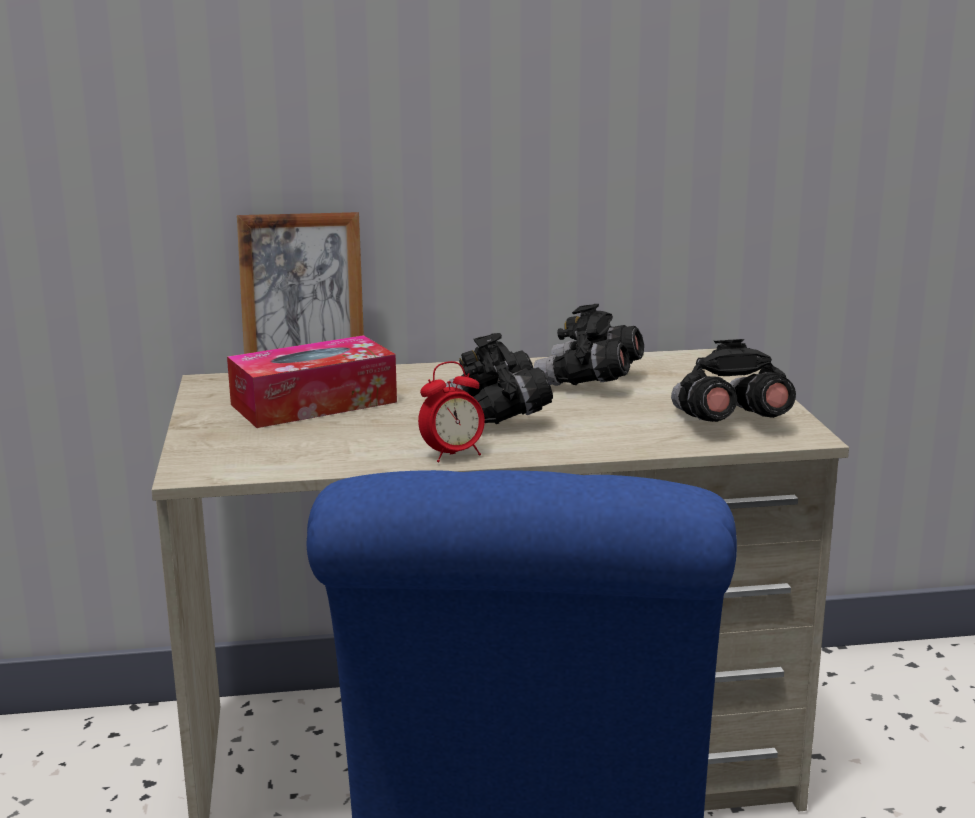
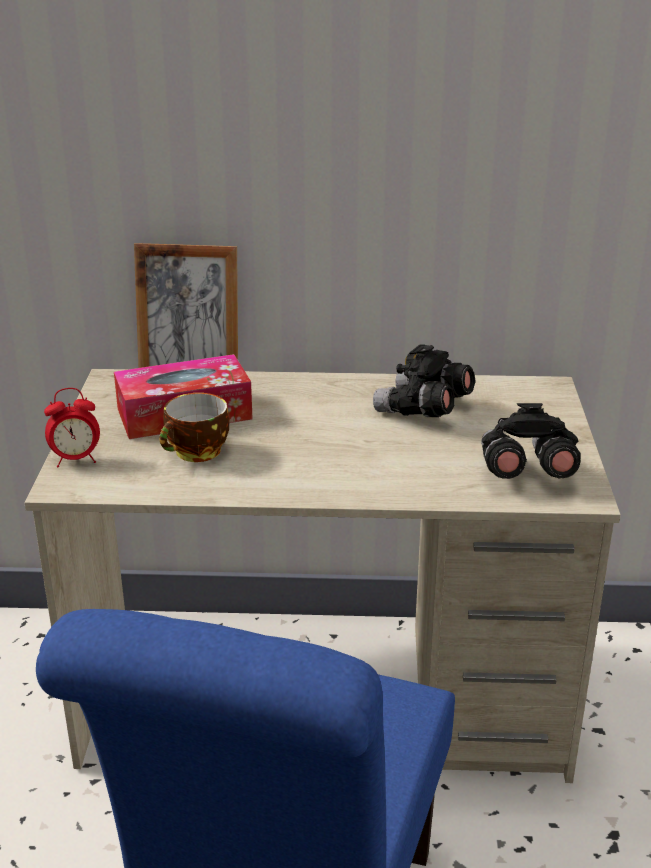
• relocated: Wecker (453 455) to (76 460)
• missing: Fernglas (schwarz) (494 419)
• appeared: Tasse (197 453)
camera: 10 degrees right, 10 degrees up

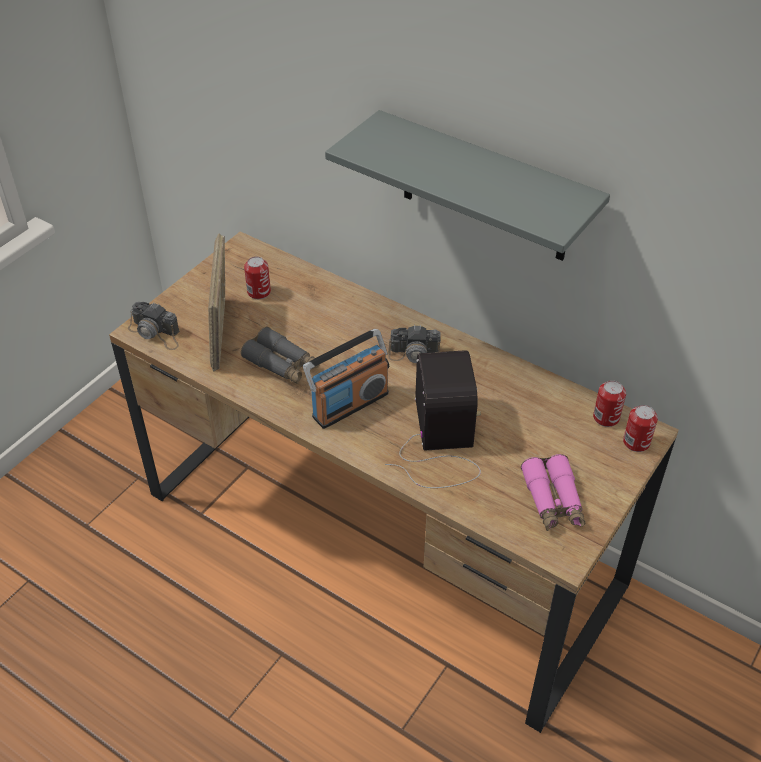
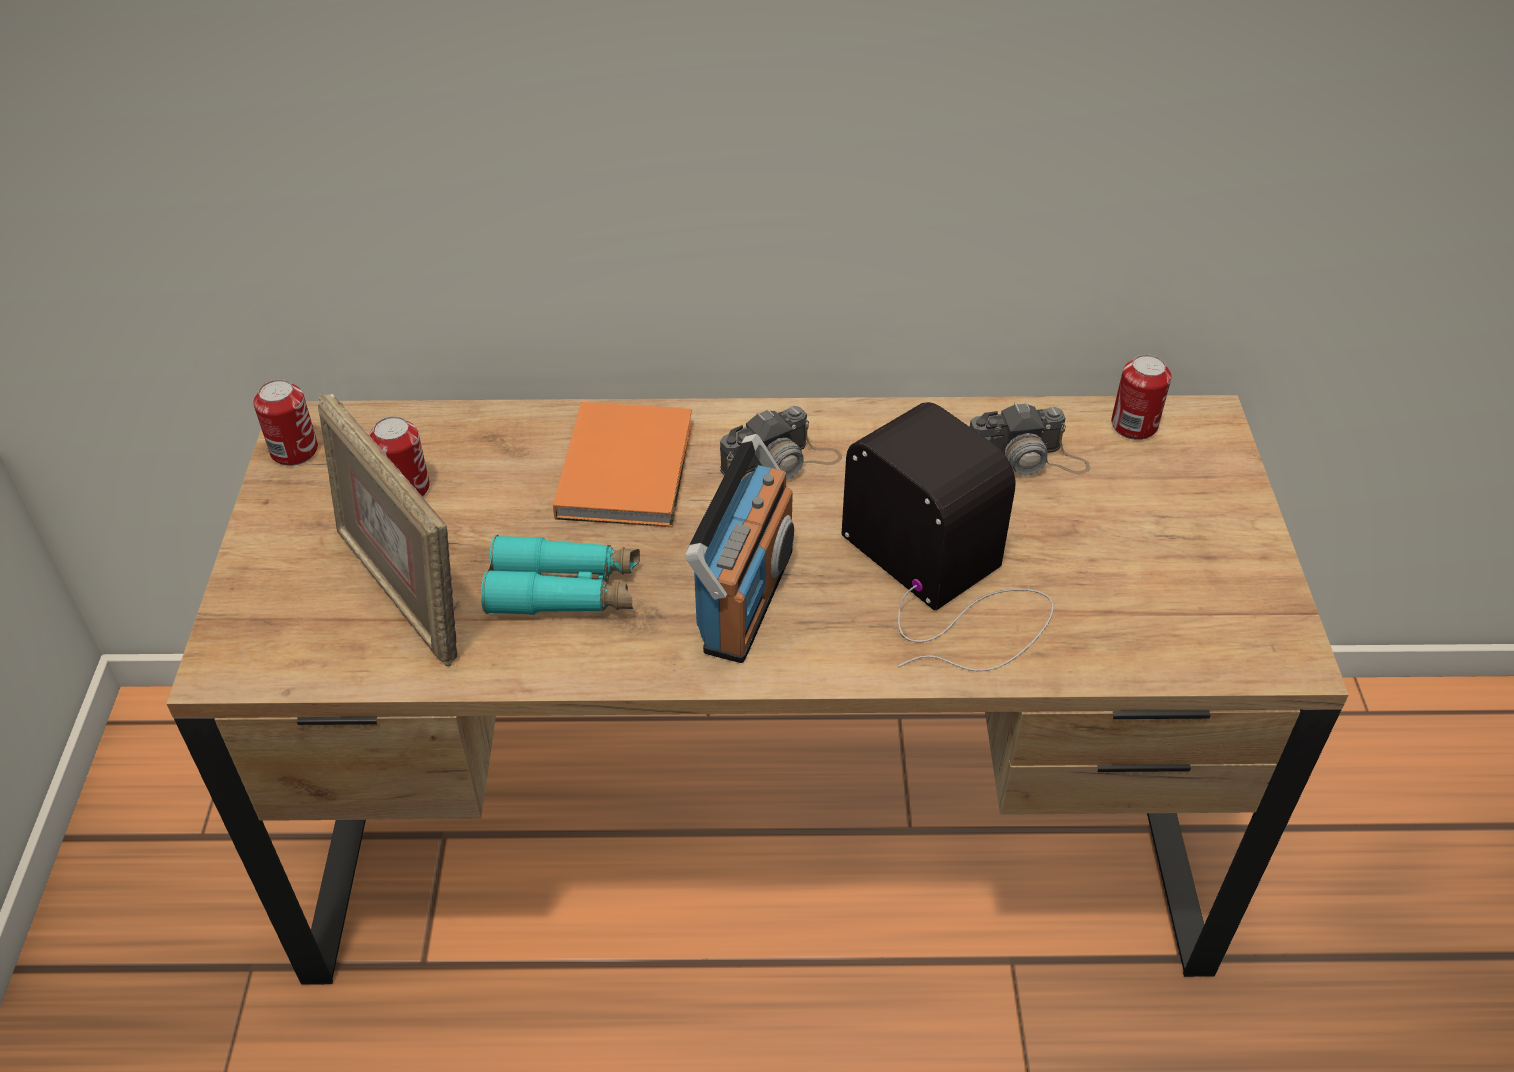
• relocated: Kamera (156 333) to (1026 460)
• colour: Fernglas (grau) (282 364) to Fernglas (türkis) (564 591)
• missing: Wandregal (grau) (485 189)
• missing: Fernglas (rosa) (553 500)
• relocated: Dose (636 442) to (294 451)
• appeared: Buch (orange) (629 466)
camera: 35 degrees left, 0 degrees up

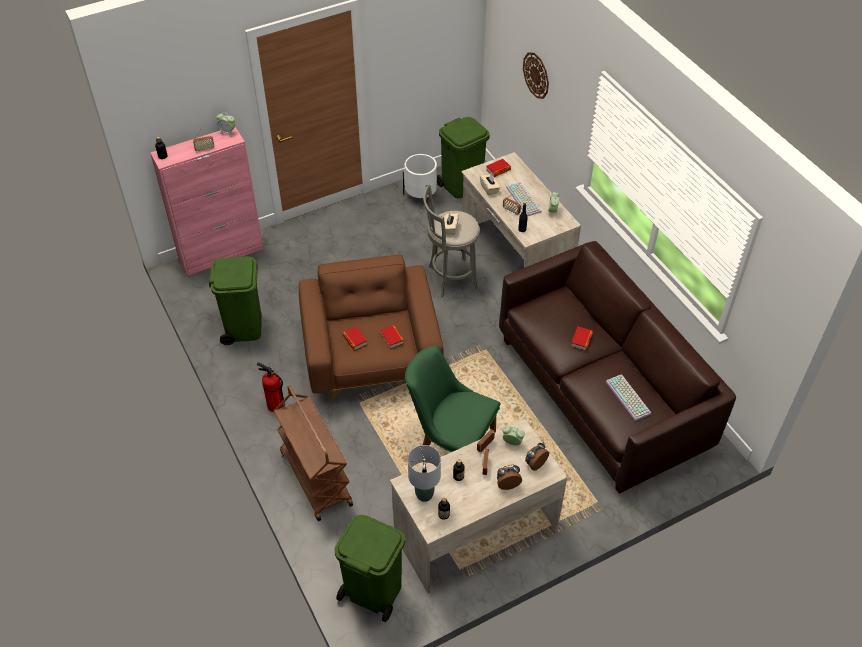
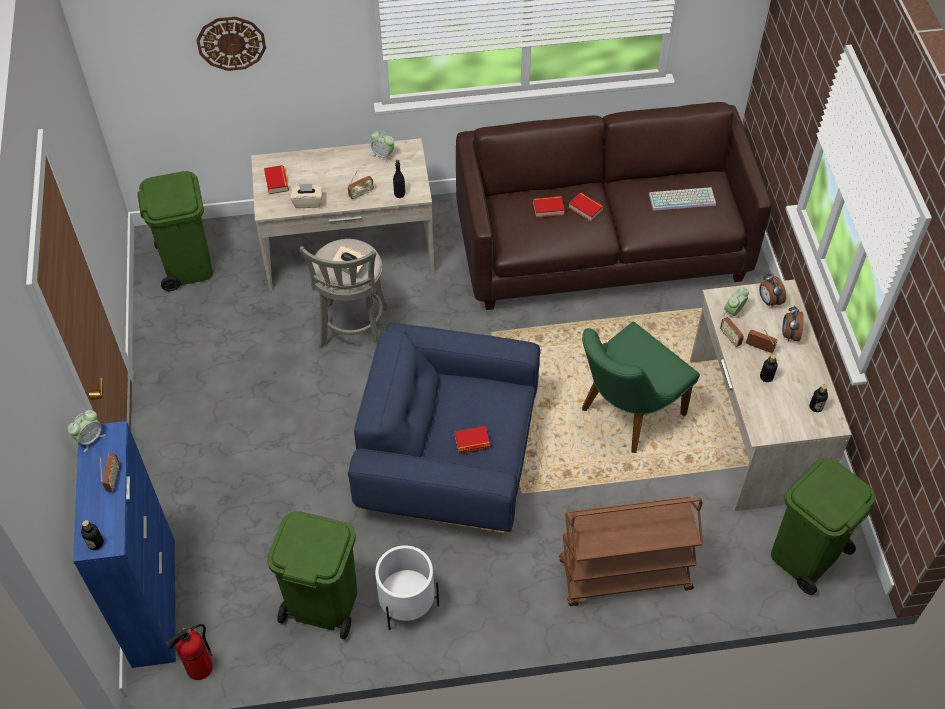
• colour: Schrank (rosa) (222 254) to Schrank (blau) (154 601)
• relocated: Feuerlöscher (275 405) to (199 668)
• colour: Sessel (braun) (371 356) to Sessel (blau) (448 458)
• relocated: Buch (392 338) to (548 209)
• relocated: Pflanzkübel (weiß) (421 197) to (407 604)
• missing: Tischlampe (grau) (424 495)
• missing: Tastatur (524 199)
camera: 70 degrees left, 5 degrees up

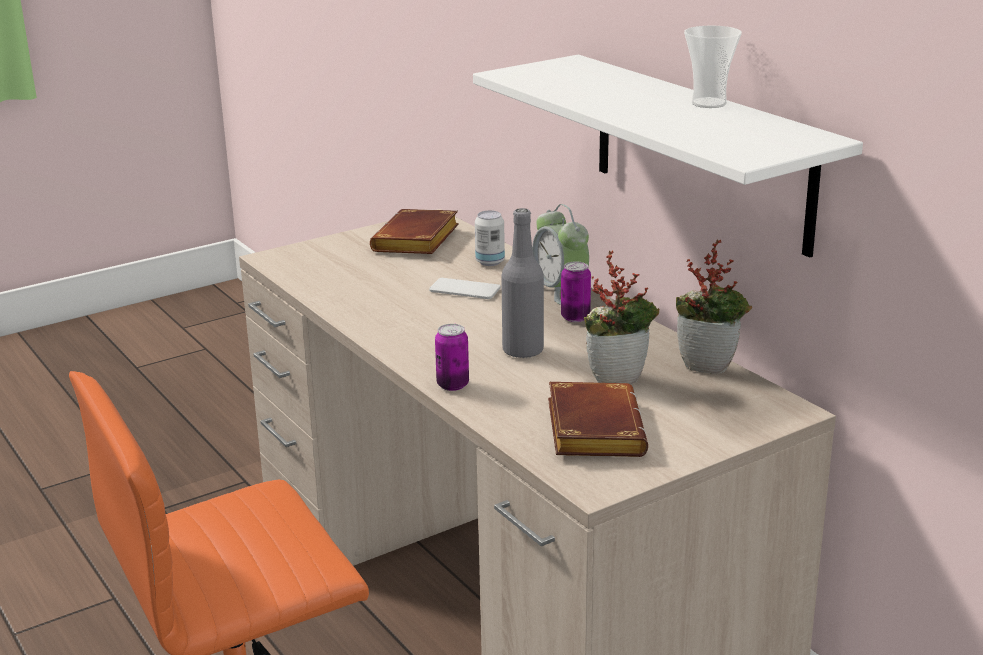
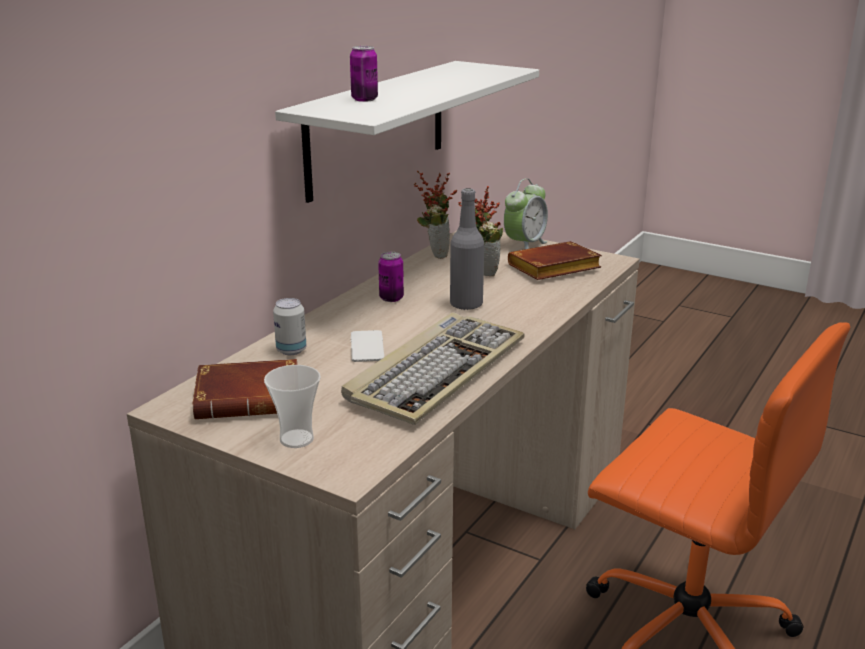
• relocated: Dose (452 385) to (364 99)
• relocated: Wecker (559 290) to (524 245)
• relocated: Tasse (709 103) to (296 439)
• appeared: Tastatur (436 371)
camera: 115 degrees left, 0 degrees up

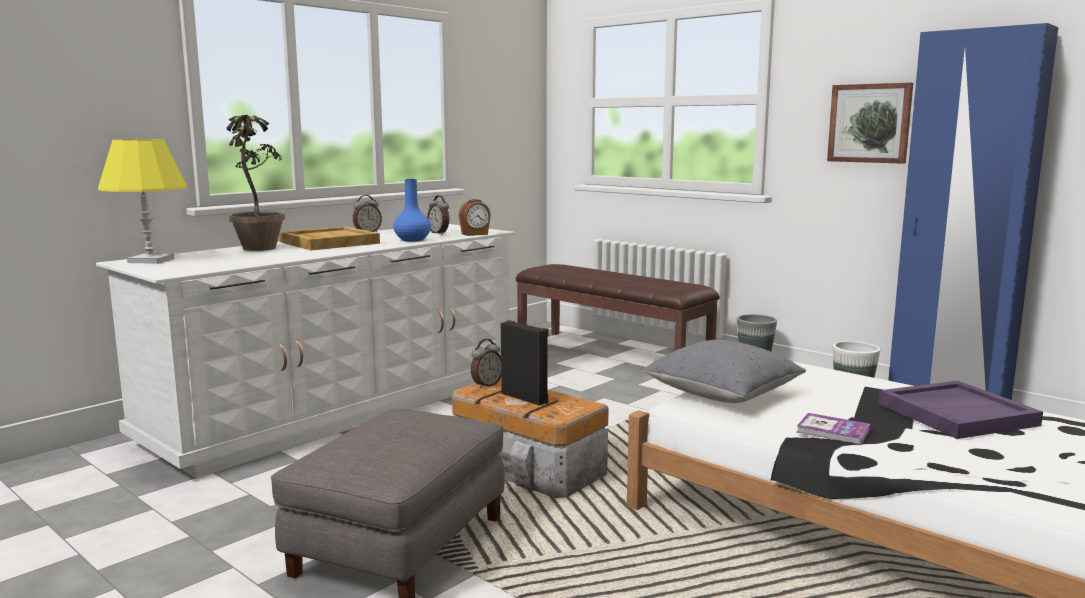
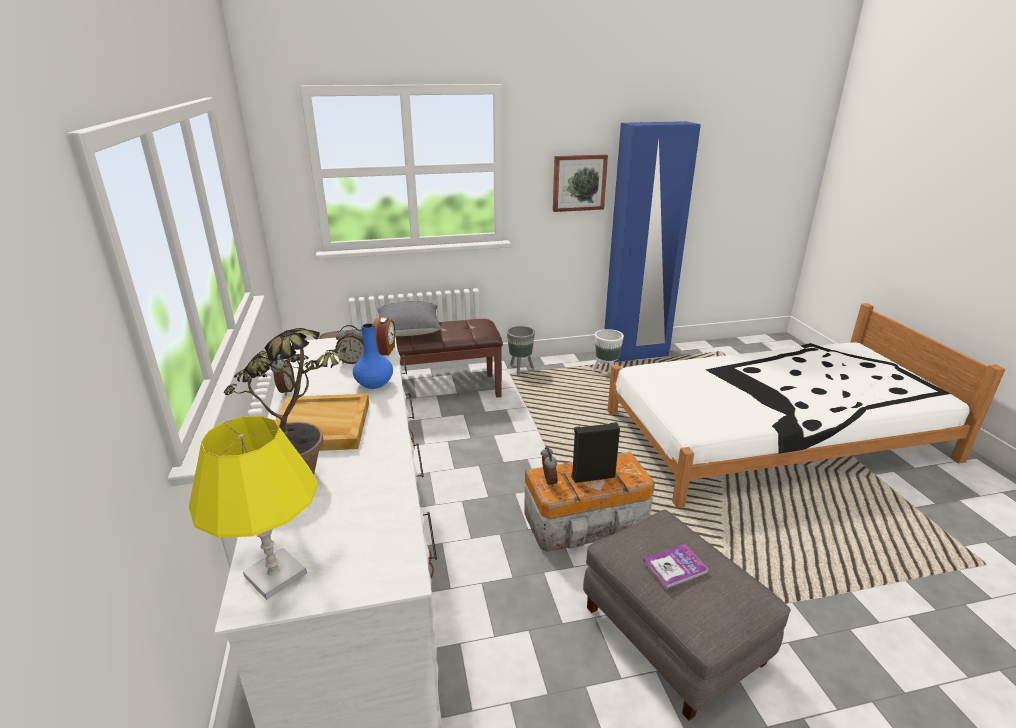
• relocated: Kissen (grau) (722 395) to (409 331)
• relocated: Buch (833 431) to (675 567)
• missing: Tablett (lila) (956 414)
camera: 55 degrees left, 15 degrees up

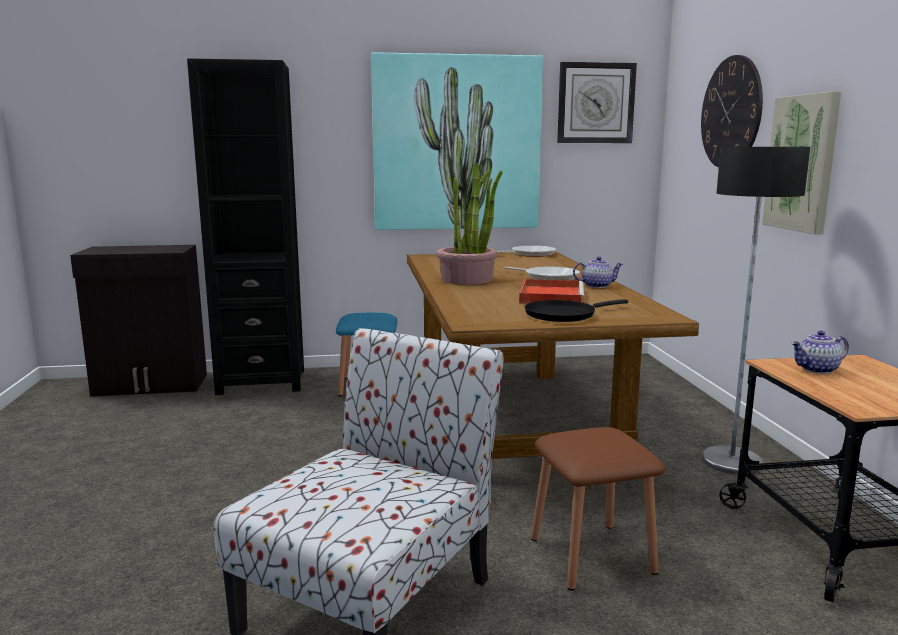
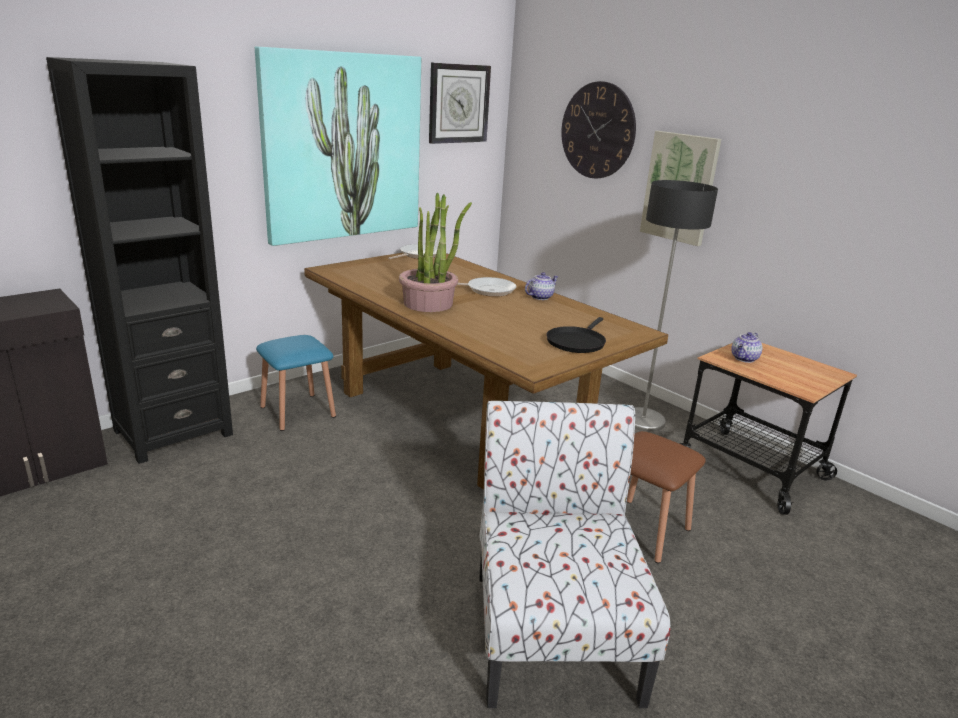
• missing: Tablett (rot) (550 296)
camera: 35 degrees left, 10 degrees up

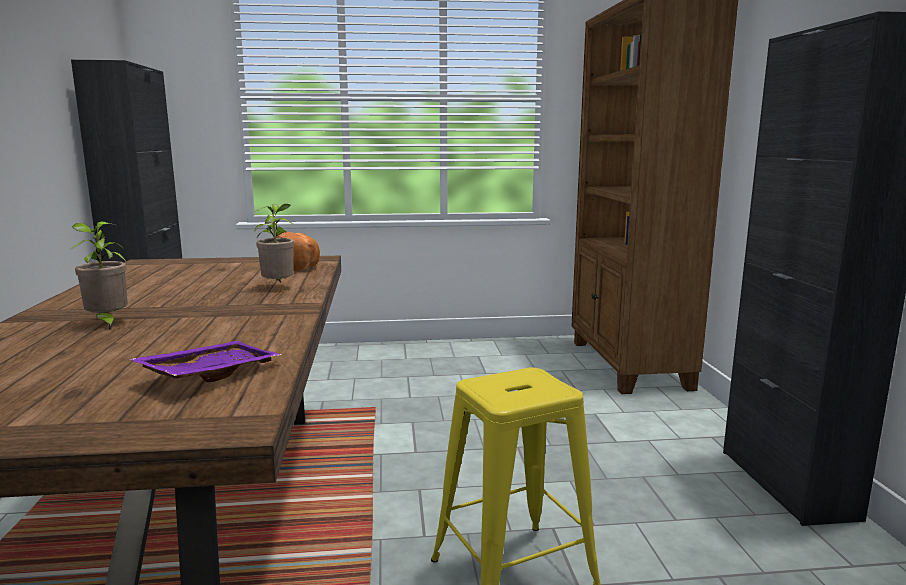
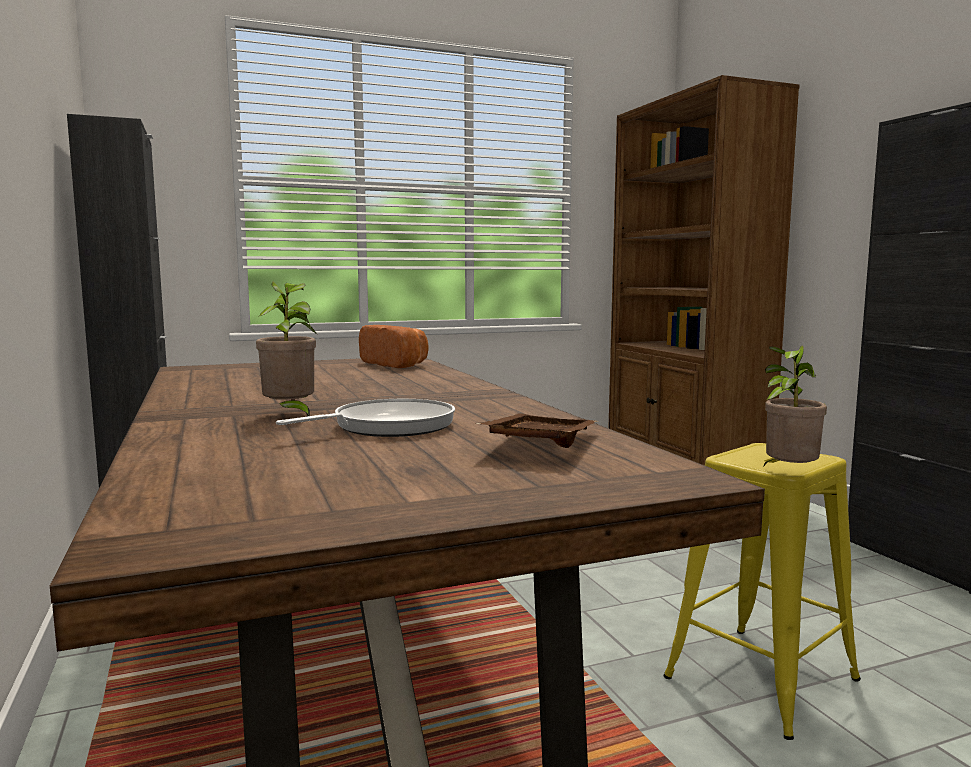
• colour: Tablett (lila) (209 374) to Tablett (braun) (538 444)
• relocated: Topfpflanze (279 287) to (788 475)
• appeared: Pfanne (387 426)
camera: 15 degrees left, 5 degrees down

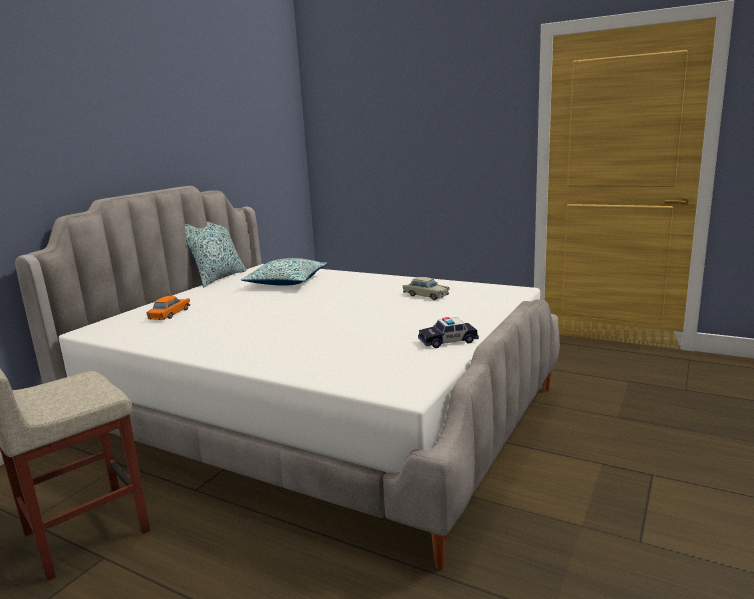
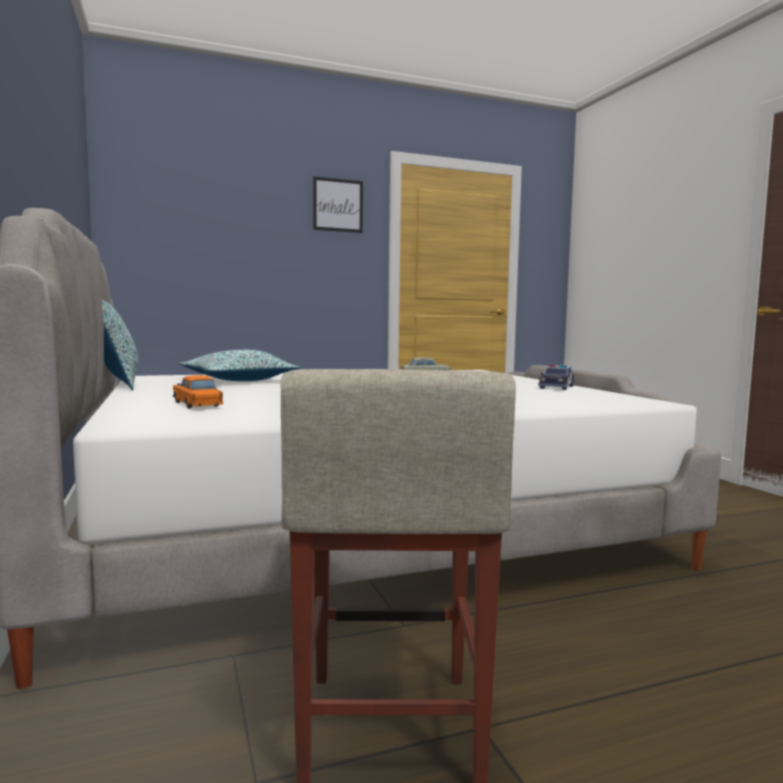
• appeared: Bild (338 205)
camera: 50 degrees left, 10 degrees down

